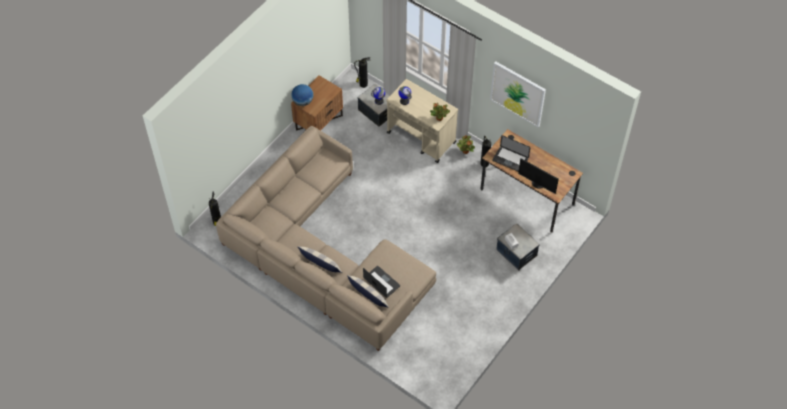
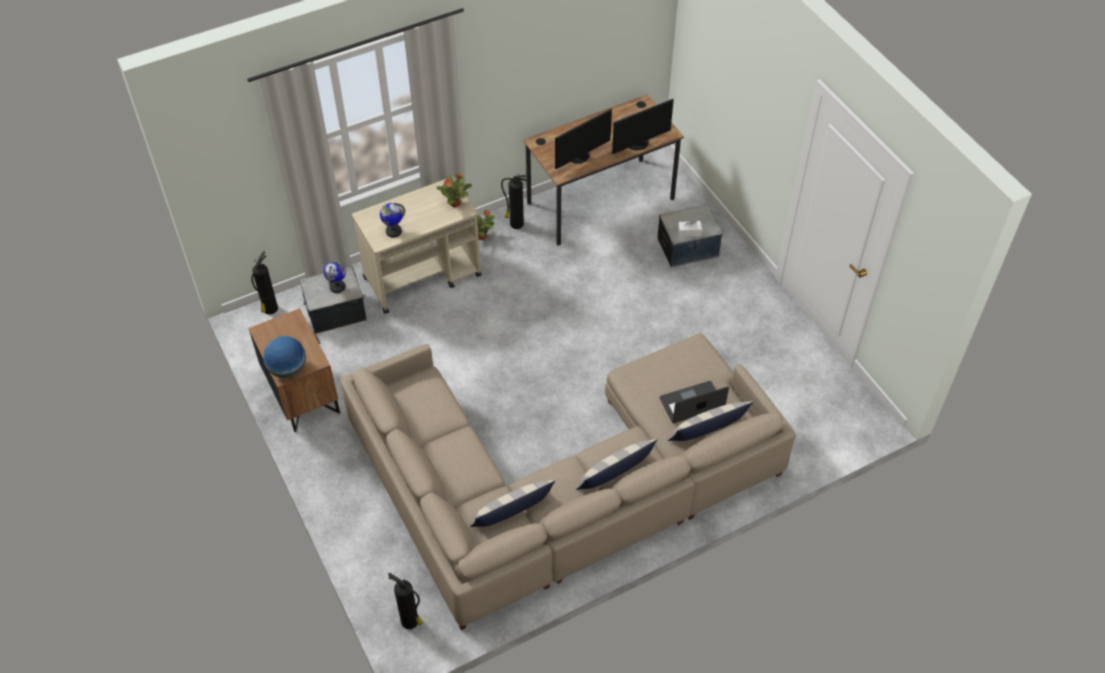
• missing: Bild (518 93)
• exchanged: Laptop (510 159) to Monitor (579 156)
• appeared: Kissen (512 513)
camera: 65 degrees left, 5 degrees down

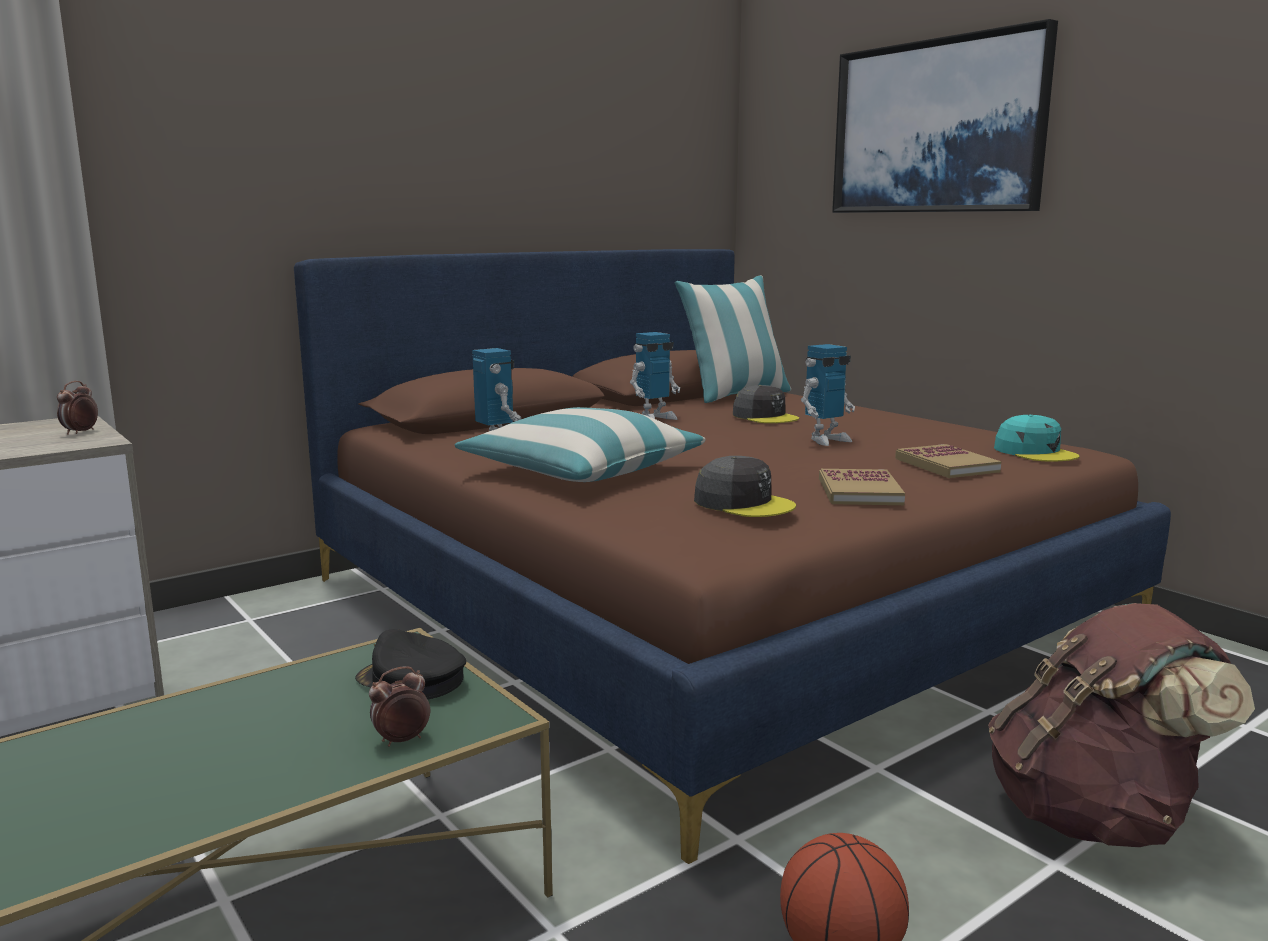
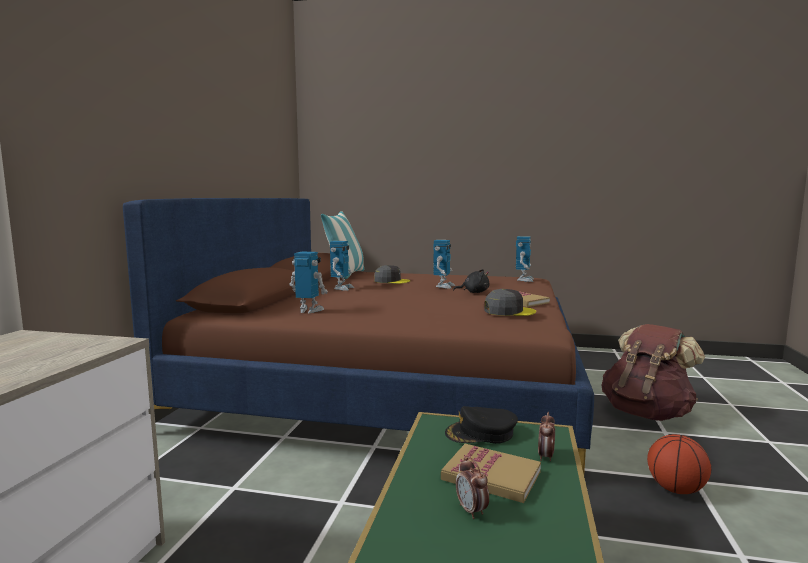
• relocated: Wecker (80 432) to (471 511)
• missing: Kissen (581 471)
• missing: Bild (937 127)
• relocated: Buch (946 465) to (491 476)
• exchanged: Kappe (türkis) (1035 452) to Spielzeugroboter (524 280)
• appeared: Plüschtier (schwarz) (474 292)
camera: 40 degrees left, 5 degrees down

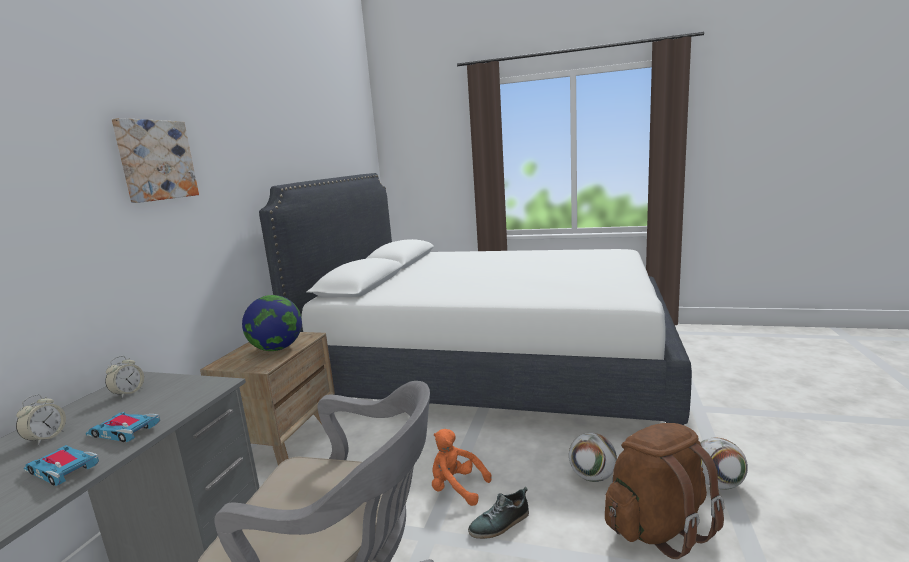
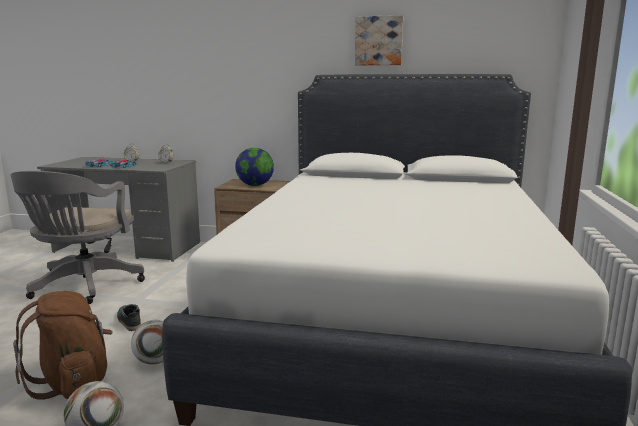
• relocated: Bild (155 160) to (378 41)
• missing: Plüschtier (orange) (456 488)
camera: 85 degrees right, 0 degrees up

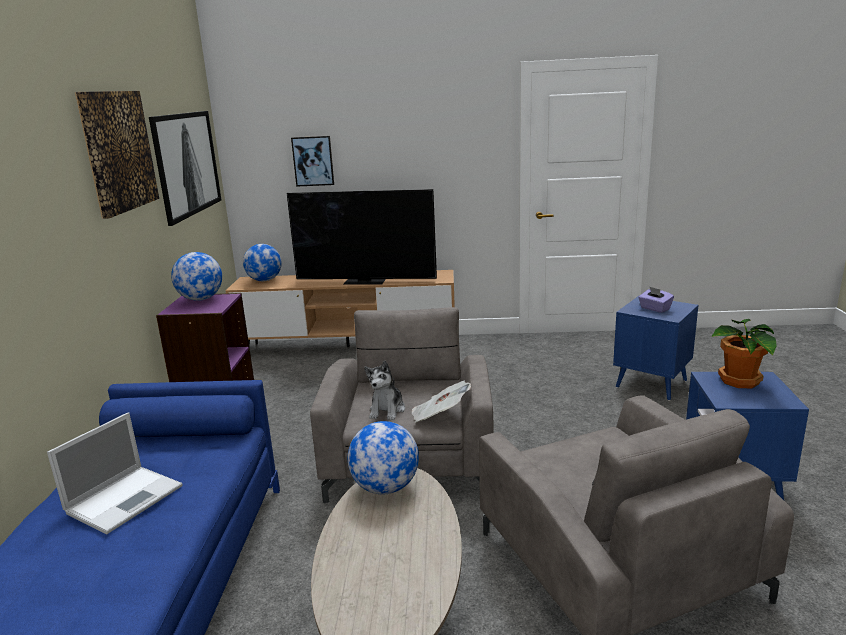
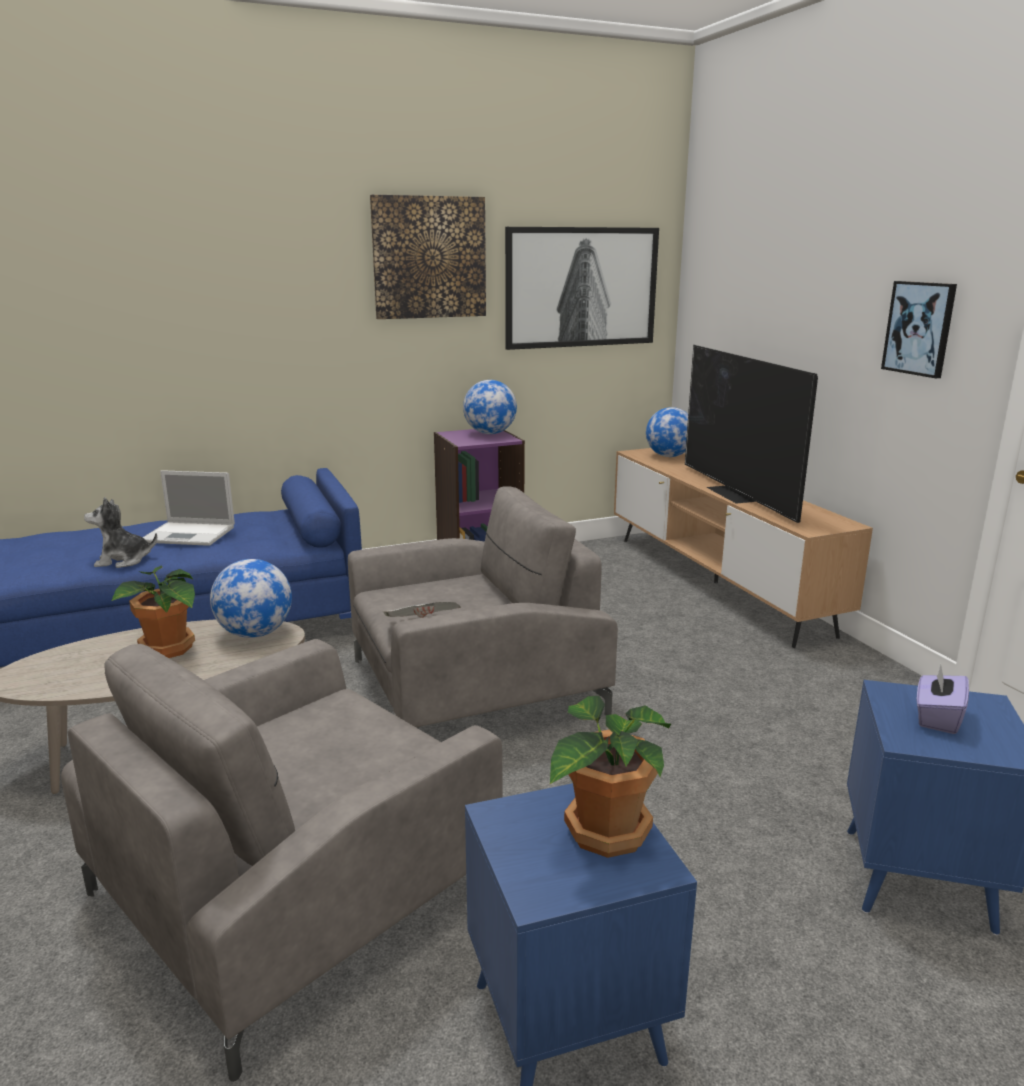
• relocated: Bild (313 161) to (919 328)
• relocated: Plüschtier (387 410) to (123 561)
• appeared: Topfpflanze (167 649)
camera: 65 degrees right, 0 degrees up

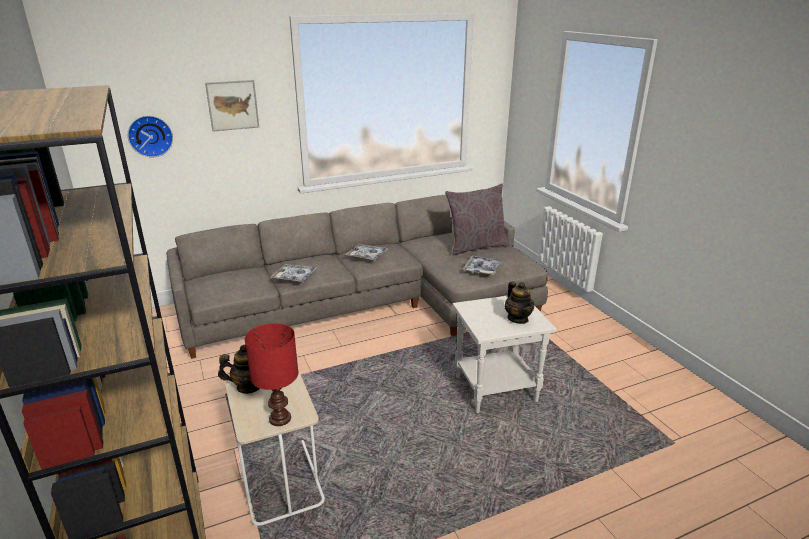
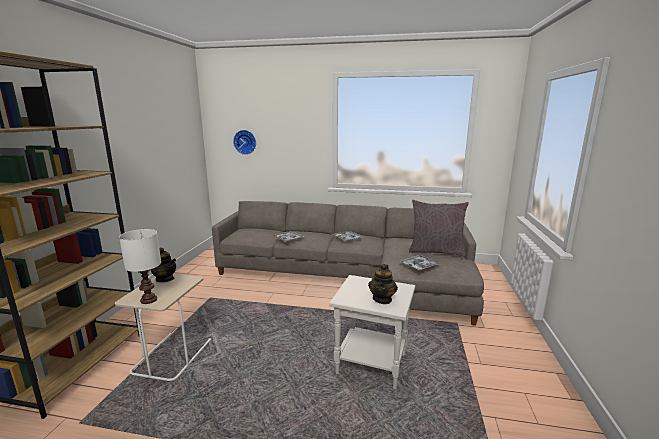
• missing: Bild (232 105)
• colour: Tischlampe (rot) (281 418) to Tischlampe (weiß) (149 300)
camera: 35 degrees right, 10 degrees down

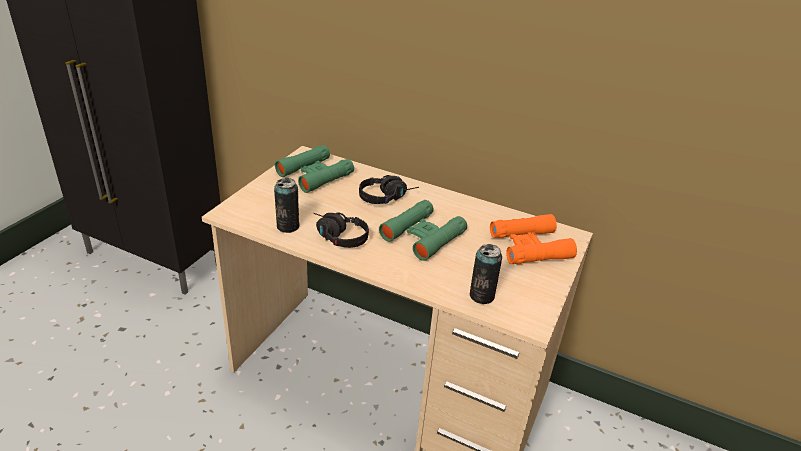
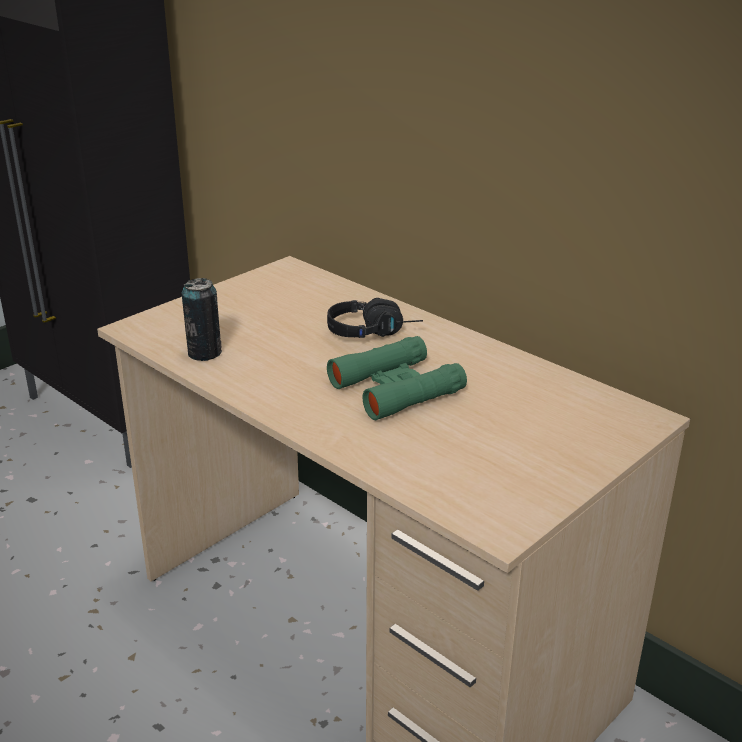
• missing: Fernglas (grün) (315 174)
• missing: Kopfhörer (schwarz) (336 237)
• missing: Dose (481 296)
• missing: Fernglas (orange) (530 246)
camera: 20 degrees right, 5 degrees down

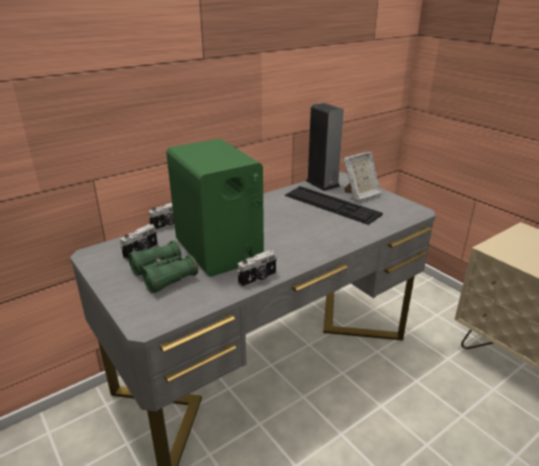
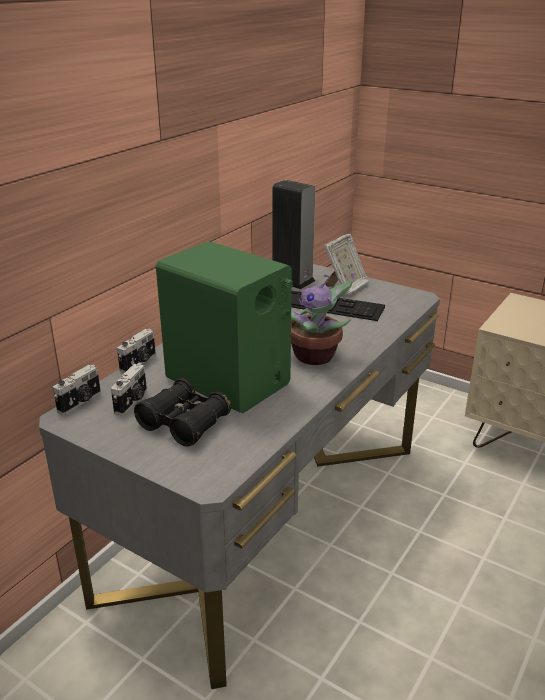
• colour: Fernglas (grün) (163 275) to Fernglas (schwarz) (184 423)
• relocated: Kamera (258 279) to (80 402)
• appeared: Topfpflanze (316 357)
camera: 20 degrees left, 0 degrees up

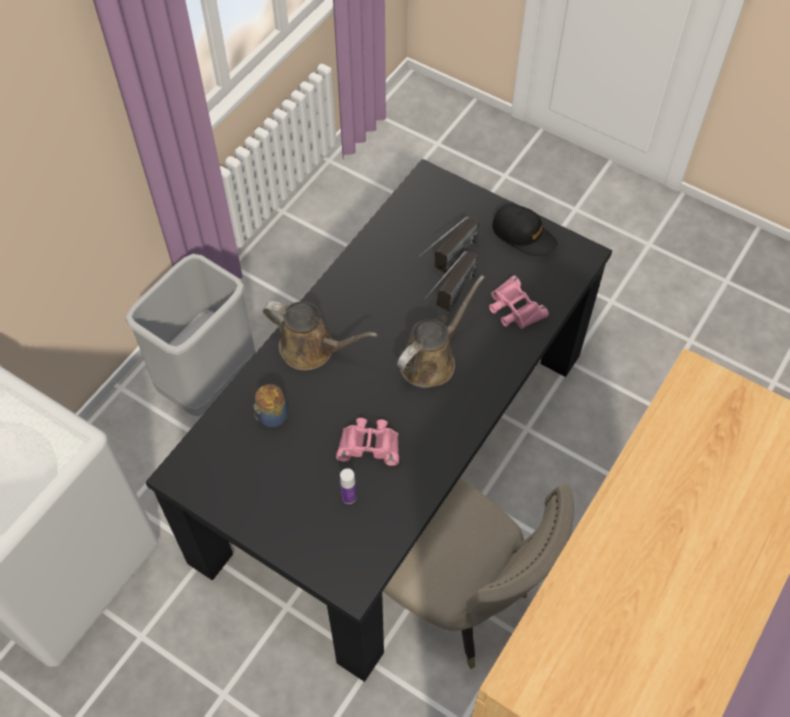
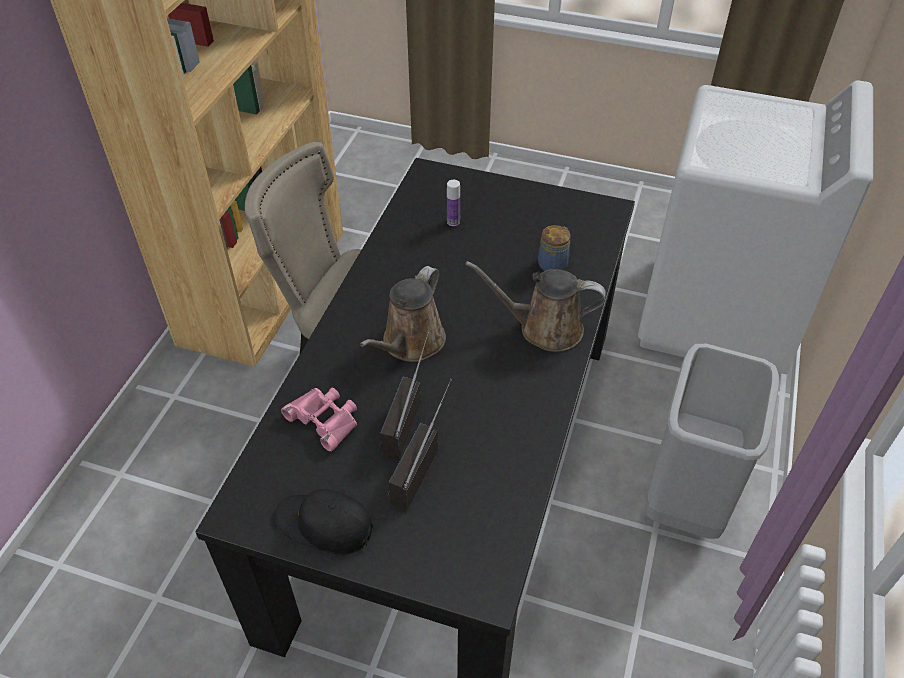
• missing: Fernglas (rosa) (369 444)
camera: 165 degrees right, 10 degrees down

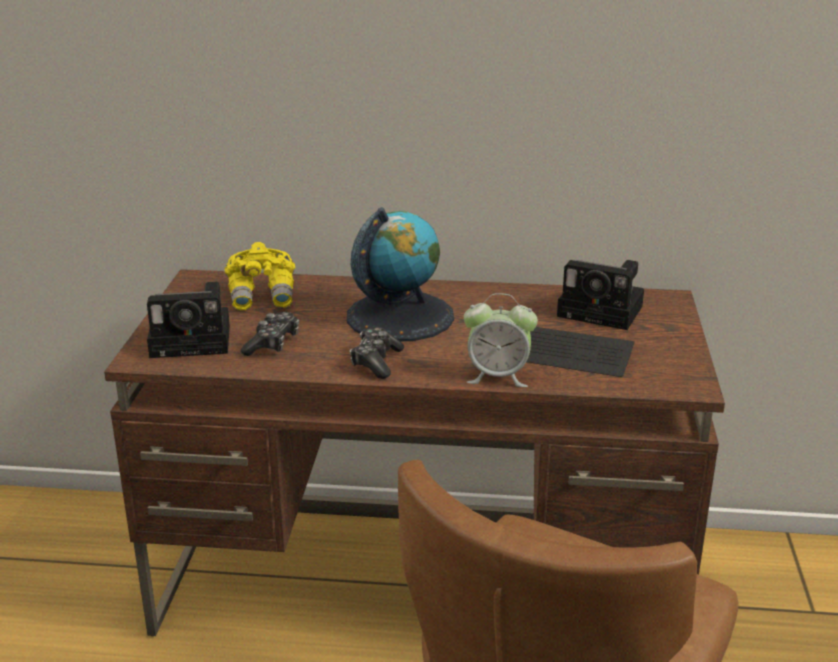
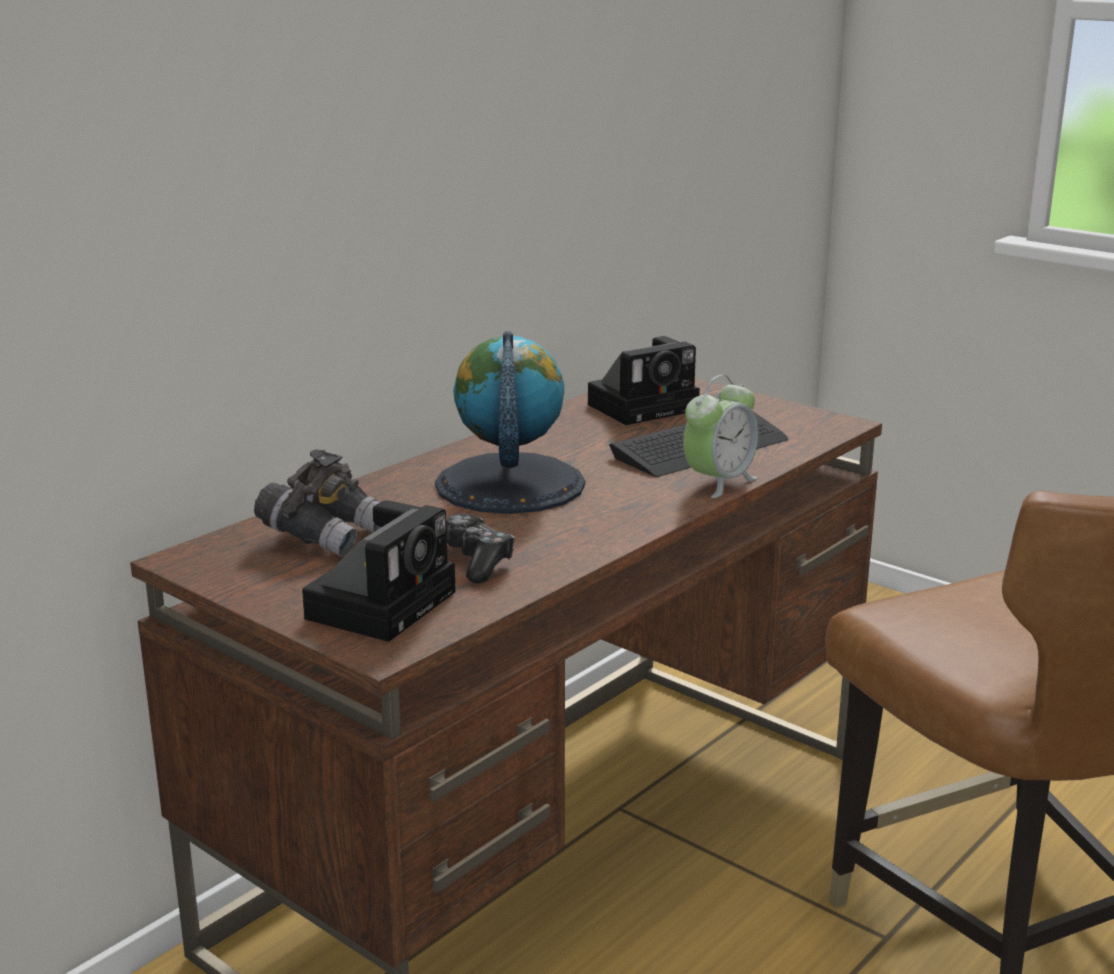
• colour: Fernglas (gelb) (263 297) to Fernglas (grau) (324 535)
• missing: Gamepad (376 362)
camera: 55 degrees left, 5 degrees down

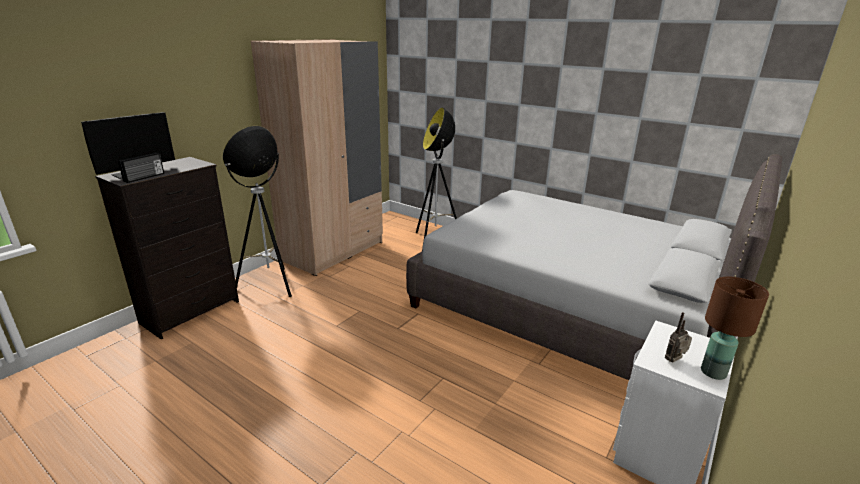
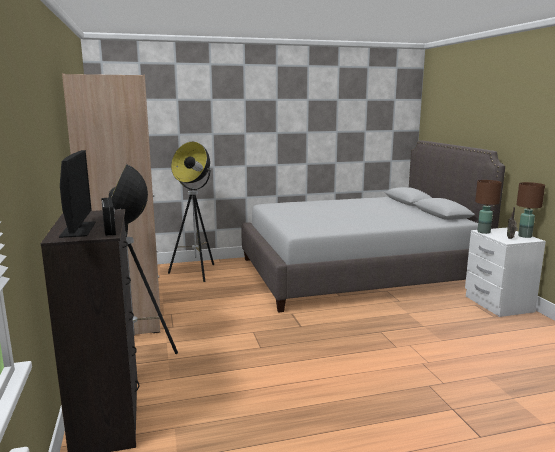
• appeared: Tischlampe (braun) (483 232)
camera: 50 degrees left, 10 degrees down

